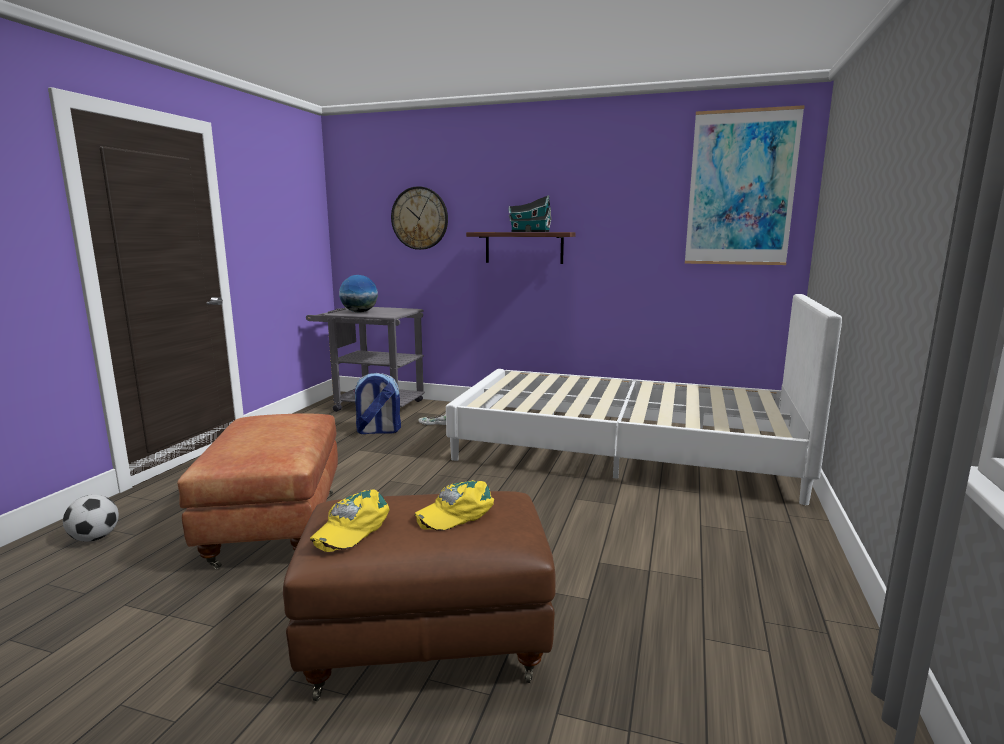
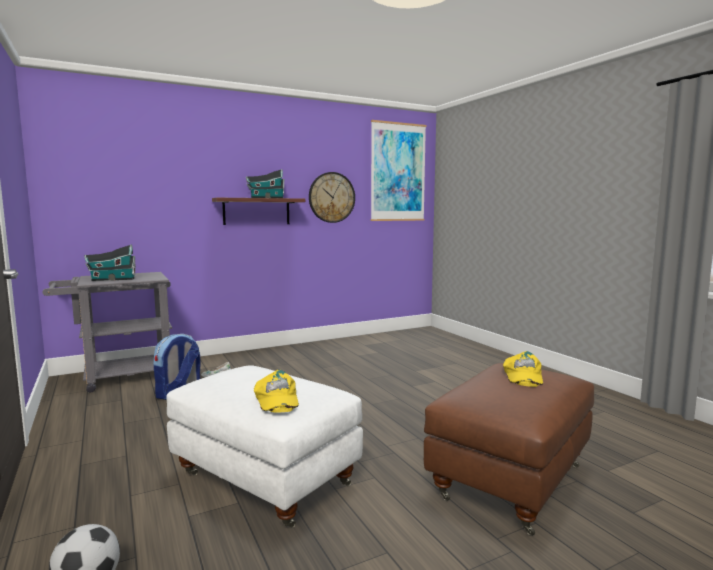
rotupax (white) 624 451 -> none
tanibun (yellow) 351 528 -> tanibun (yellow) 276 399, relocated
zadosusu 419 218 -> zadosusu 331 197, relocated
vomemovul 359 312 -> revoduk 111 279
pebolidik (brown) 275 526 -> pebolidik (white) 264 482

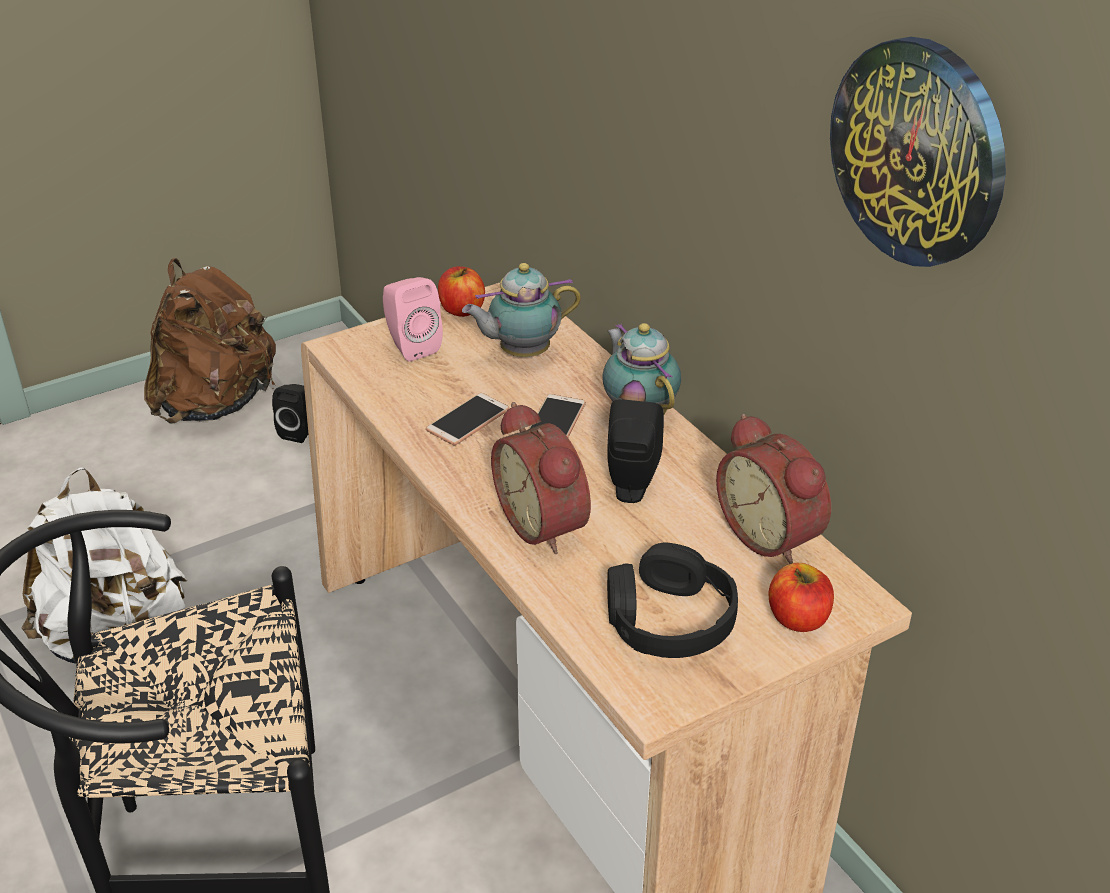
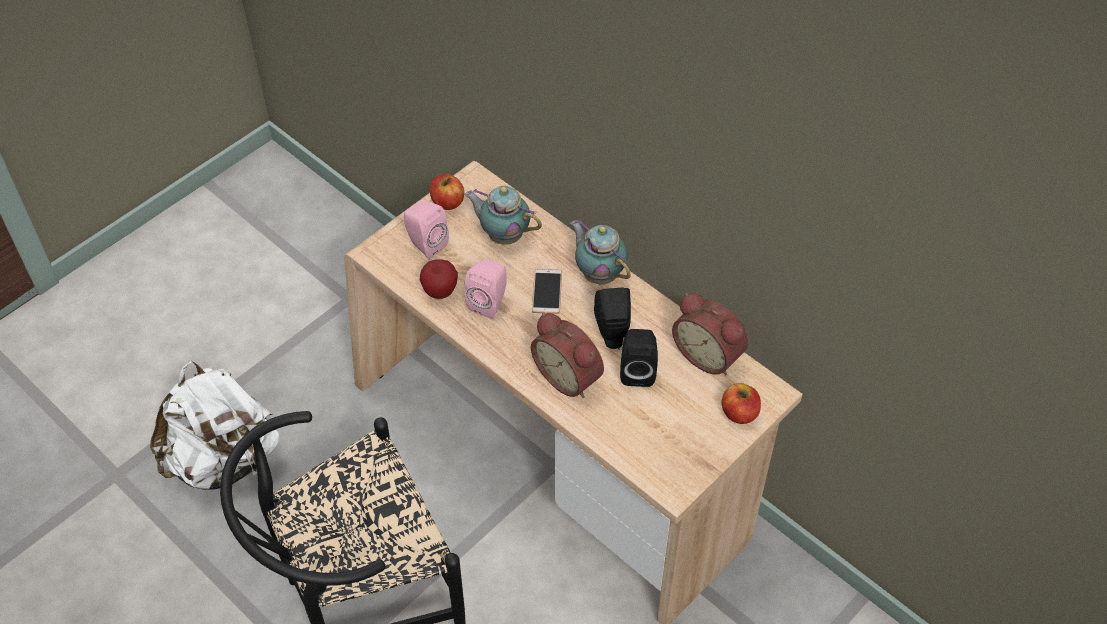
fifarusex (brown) 216 403 -> none
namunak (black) 668 620 -> none
zadosusu 918 152 -> none
none -> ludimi 440 292
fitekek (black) 300 431 -> fitekek (black) 637 371, relocated
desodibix 468 420 -> fitekek (pink) 489 302
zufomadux 521 353 -> zufomadux 503 235, 60 degrees clockwise

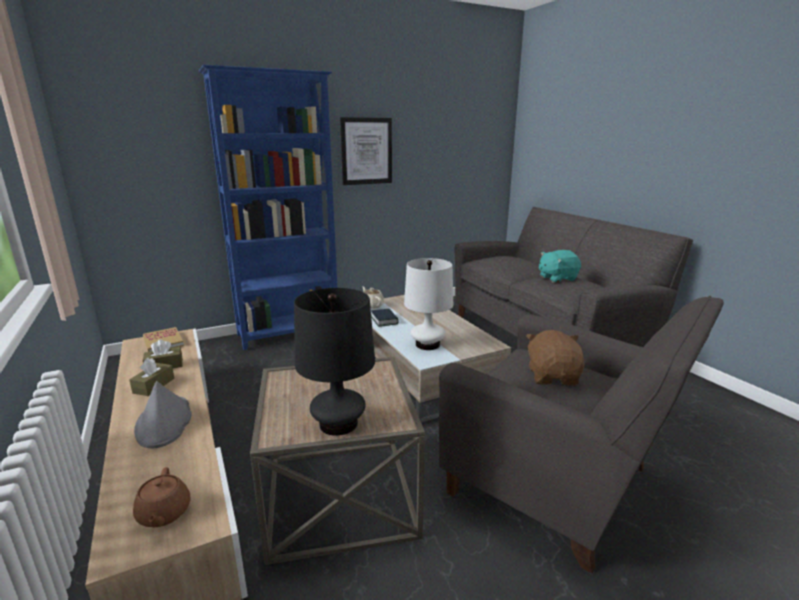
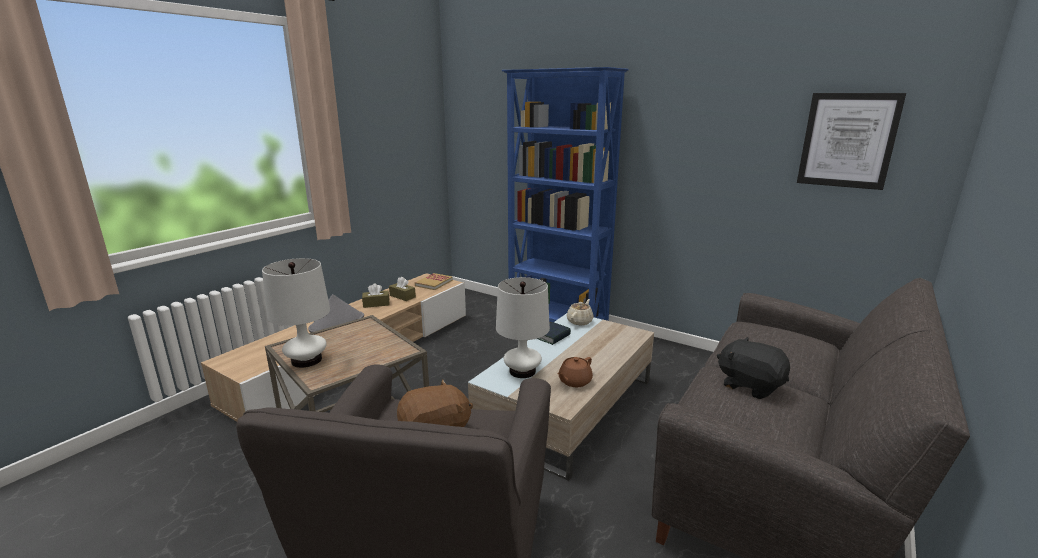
zufomadux (brown) 163 514 -> zufomadux (brown) 574 381, relocated
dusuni 366 151 -> dusuni 847 140, relocated
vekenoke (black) 338 424 -> vekenoke (white) 306 360
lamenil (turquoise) 557 278 -> lamenil (black) 750 385

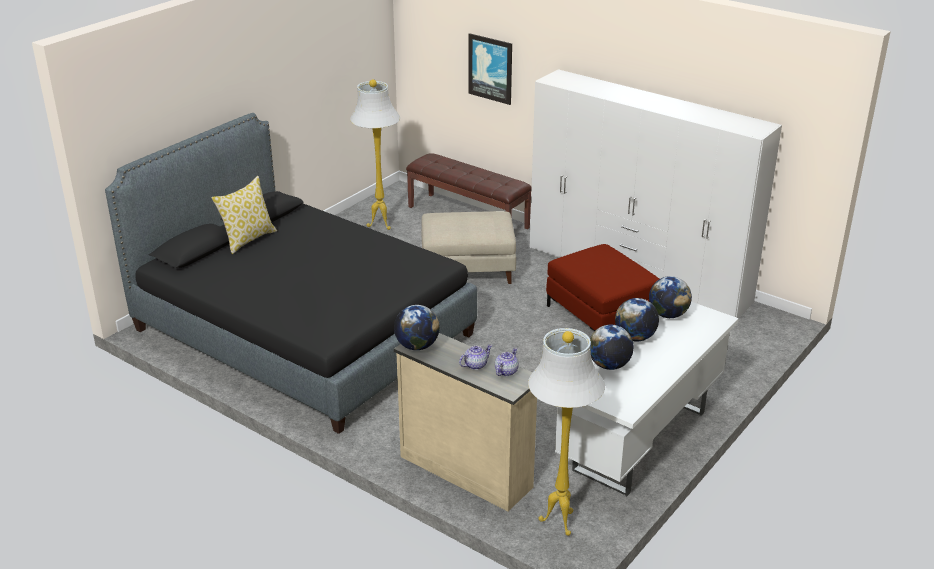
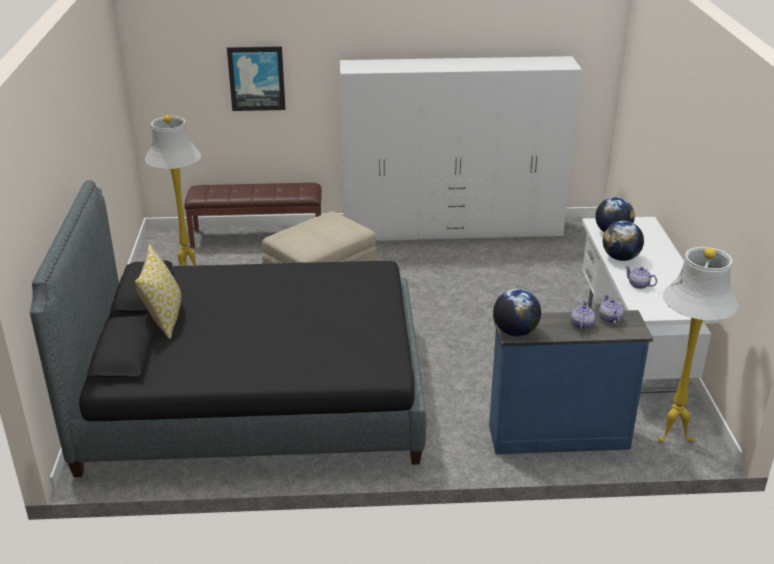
pebolidik (red) 600 315 -> none
vomemovul 609 365 -> zufomadux 639 285
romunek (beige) 466 470 -> romunek (blue) 557 436

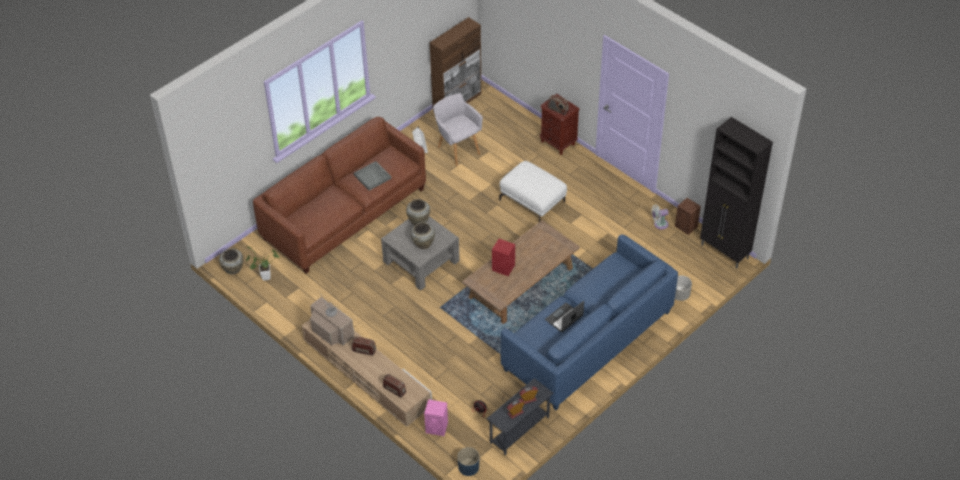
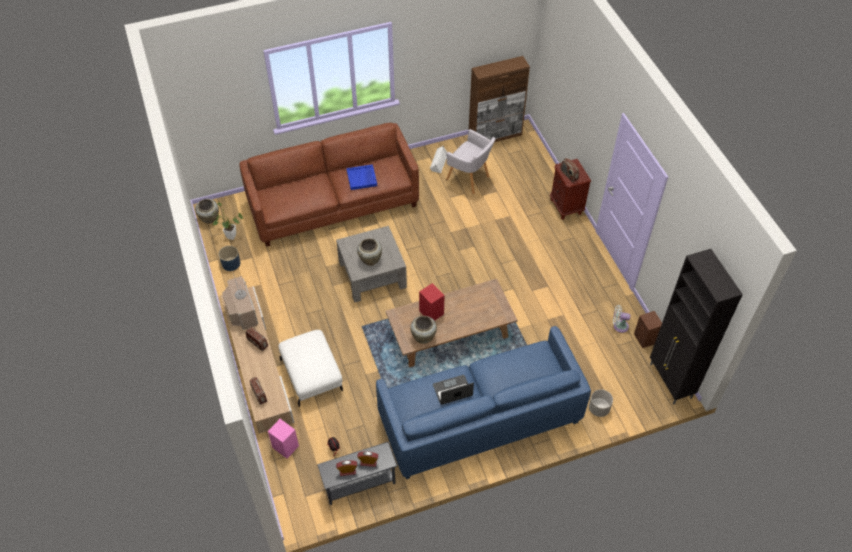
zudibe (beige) 419 220 -> zudibe (beige) 423 337, relocated
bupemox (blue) 468 467 -> bupemox (blue) 231 263, relocated
pebolidik (white) 533 201 -> pebolidik (white) 312 375, relocated
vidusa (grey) 373 177 -> vidusa (blue) 362 178
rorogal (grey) 457 149 -> rorogal (grey) 469 179, 135 degrees clockwise

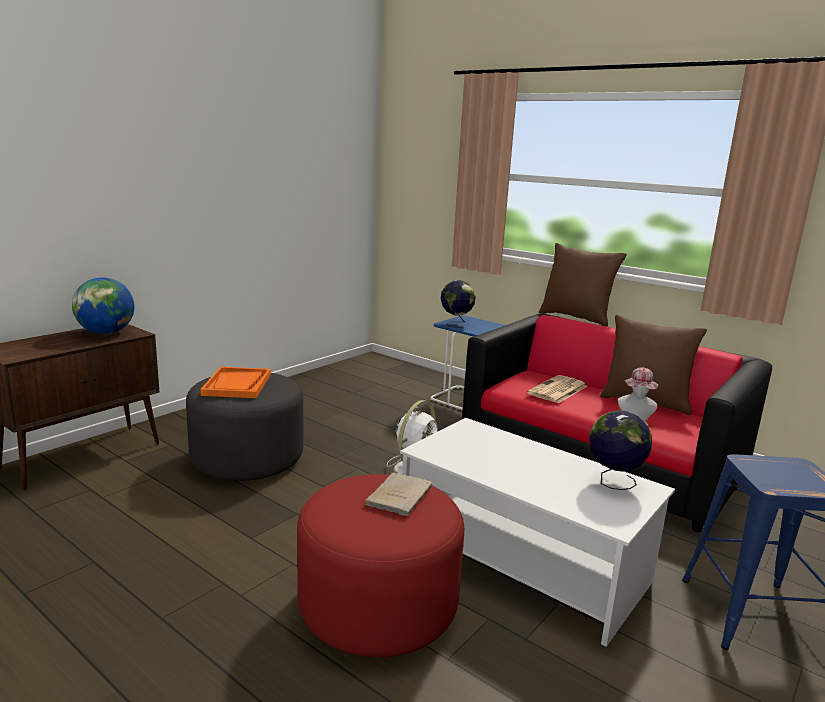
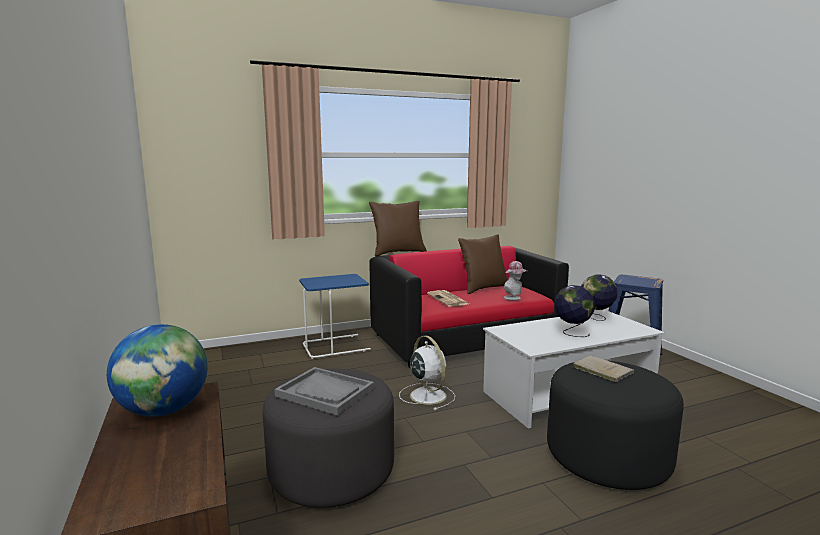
vomemovul 456 324 -> vomemovul 572 332, relocated
vidusa (orange) 237 385 -> vidusa (grey) 325 392
pebolidik (red) 378 606 -> pebolidik (black) 608 457

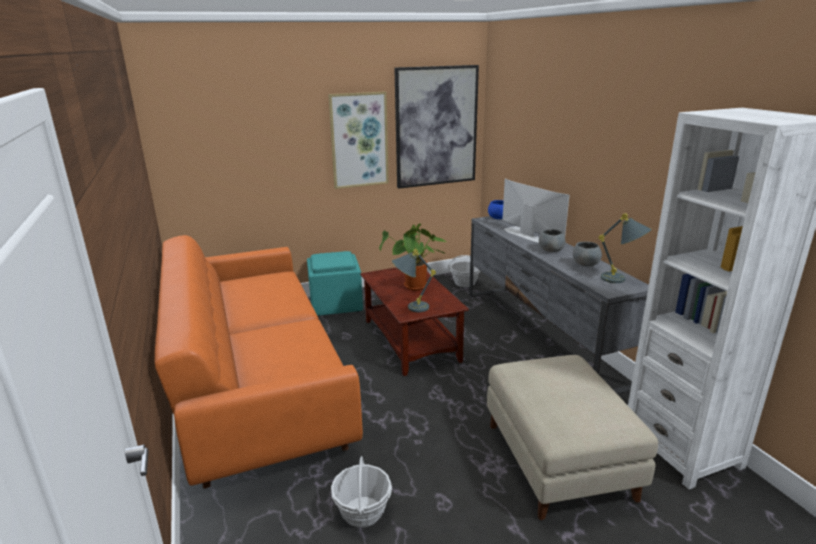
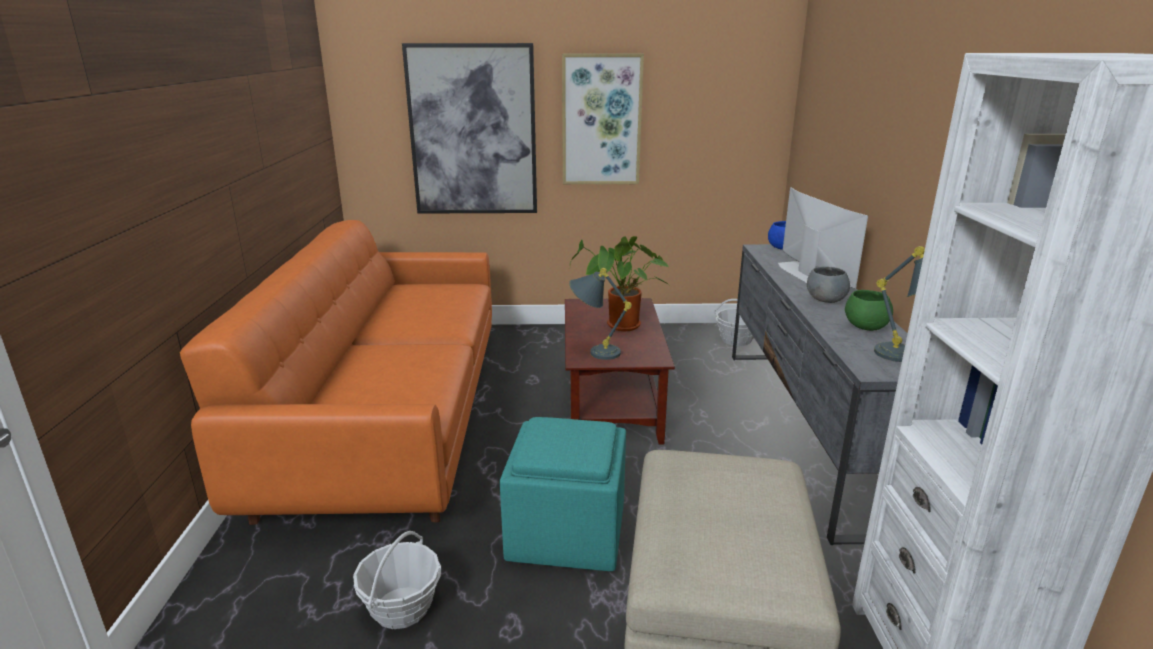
pebolidik (turquoise) 336 304 -> pebolidik (turquoise) 568 532, relocated
dusuni 436 127 -> dusuni 473 131, relocated
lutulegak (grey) 585 264 -> lutulegak (green) 866 327

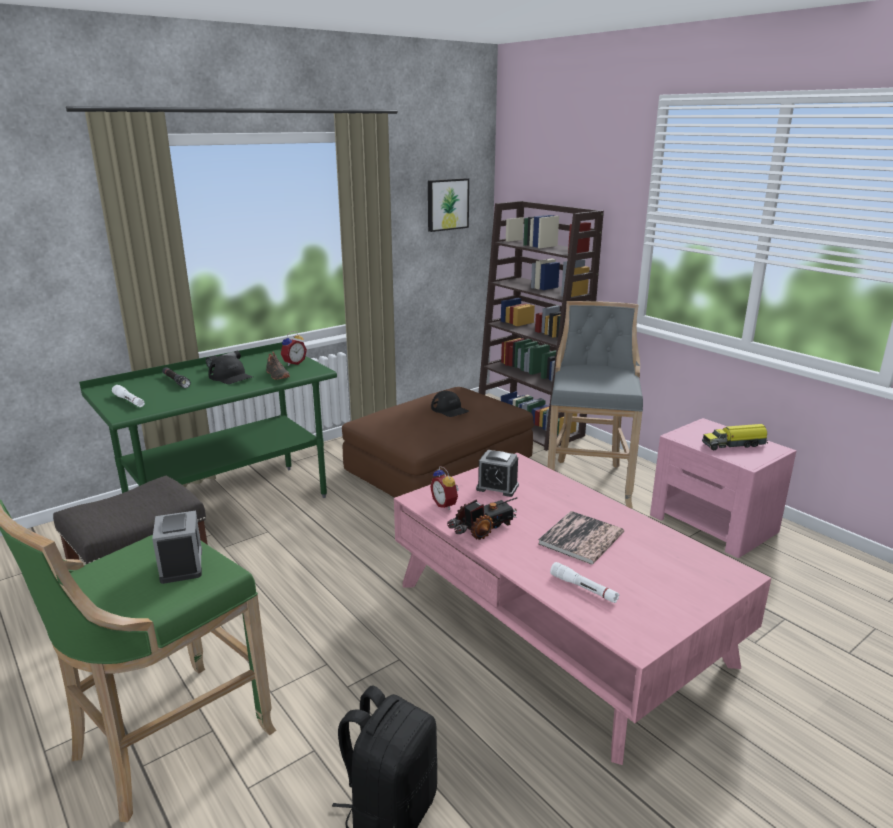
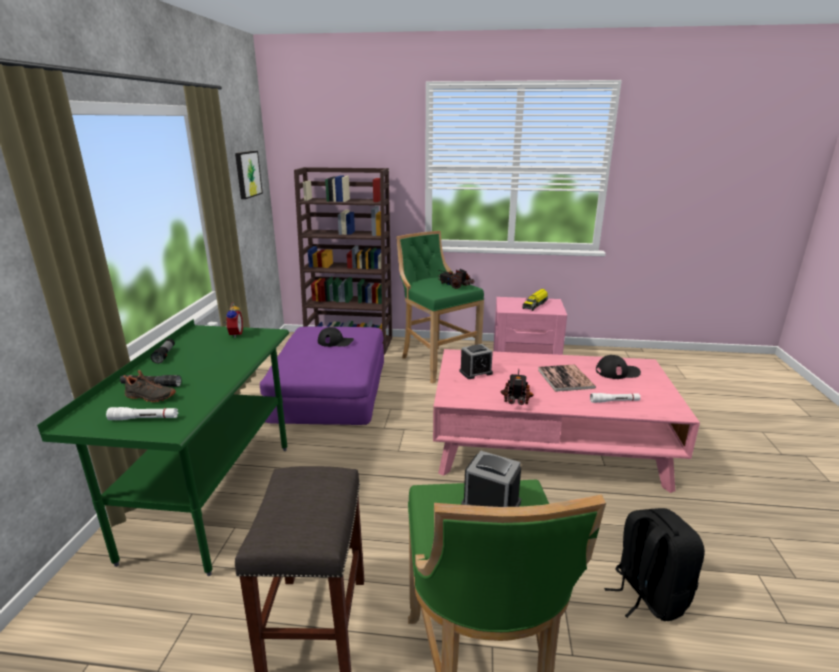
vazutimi 446 504 -> none
none -> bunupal 455 285
tanibun (black) 231 377 -> tanibun (black) 617 372, relocated
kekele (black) 277 375 -> kekele (black) 150 397, relocated
pebolidik (brown) 439 462 -> pebolidik (purple) 329 389
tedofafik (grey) 588 481 -> tedofafik (green) 436 362

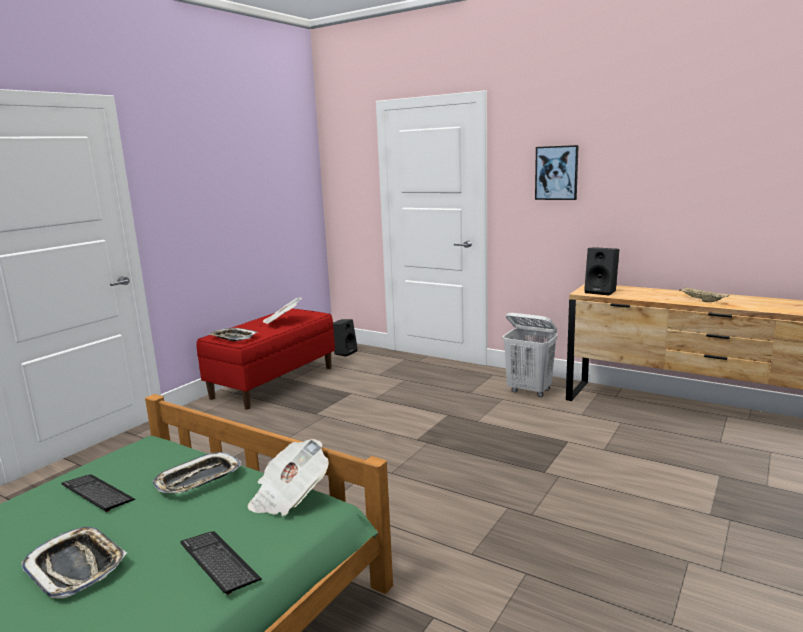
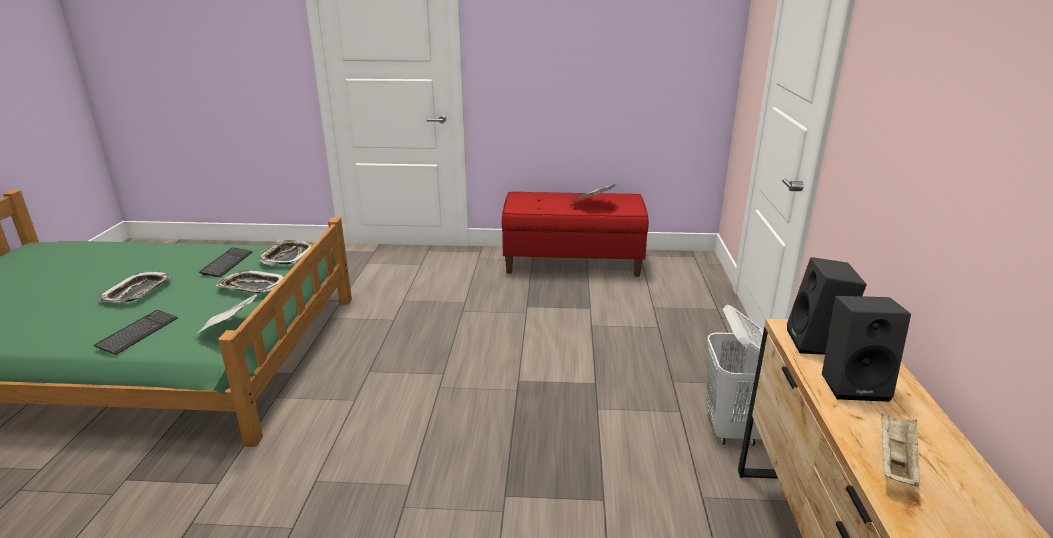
dusuni 556 173 -> none
vidusa 233 338 -> vidusa 287 256, relocated
fitekek (black) 344 352 -> fitekek (black) 854 384, relocated

